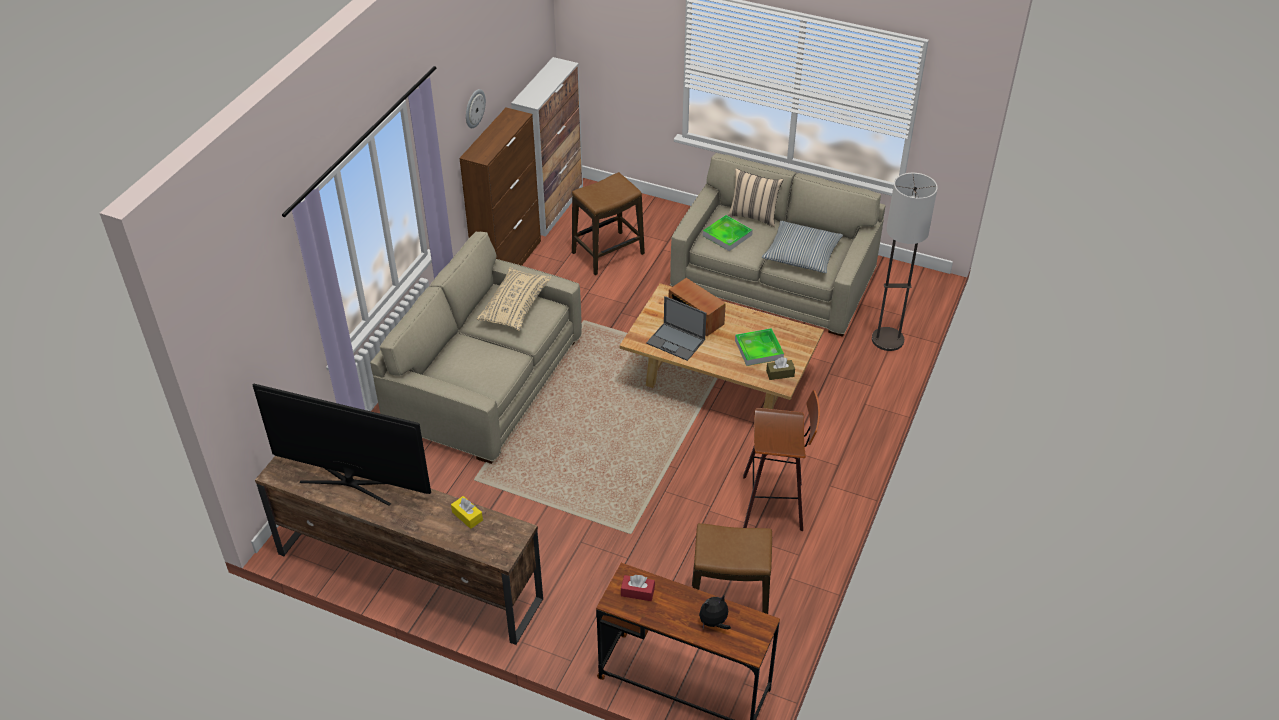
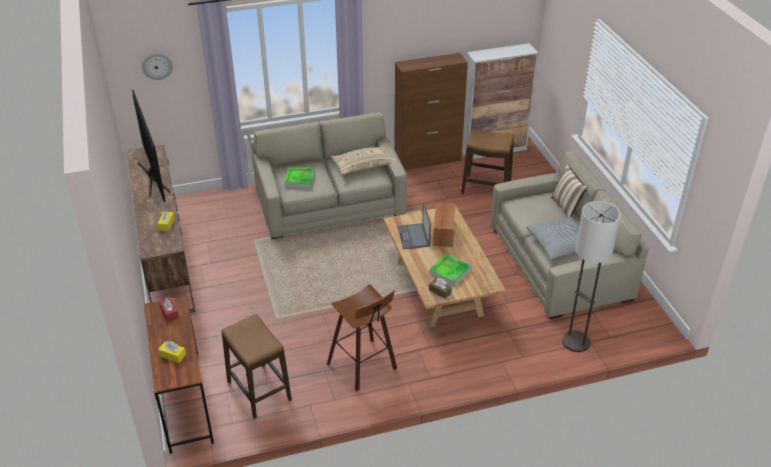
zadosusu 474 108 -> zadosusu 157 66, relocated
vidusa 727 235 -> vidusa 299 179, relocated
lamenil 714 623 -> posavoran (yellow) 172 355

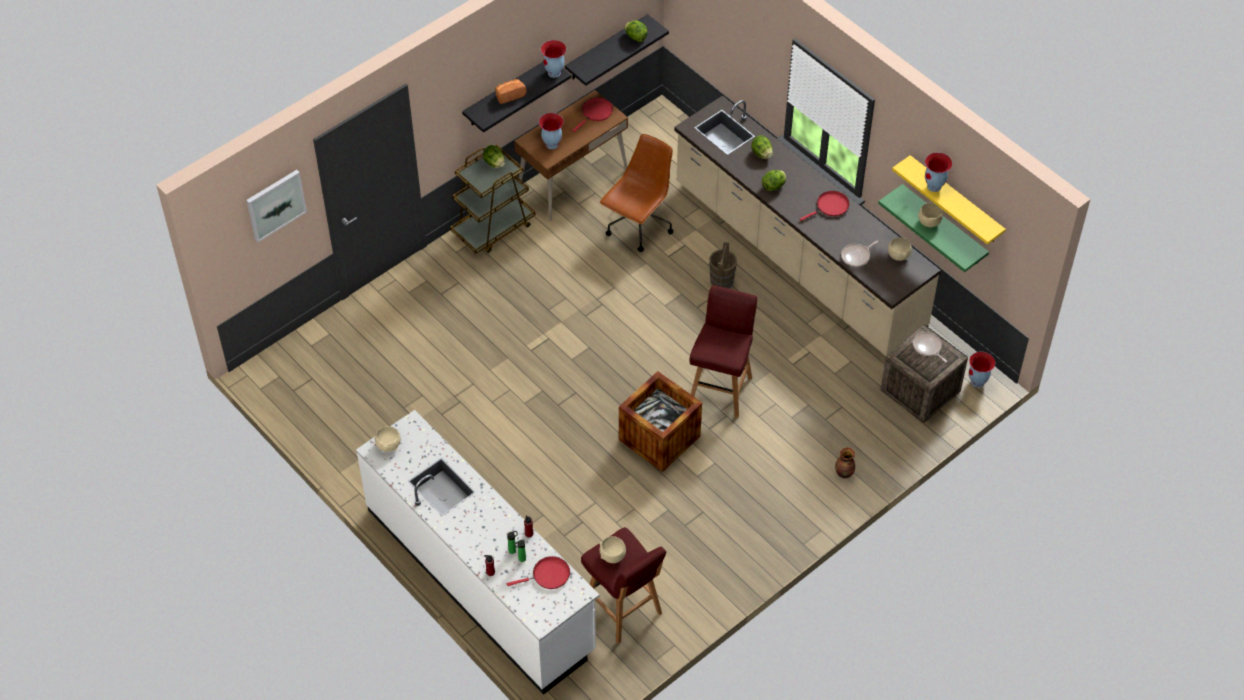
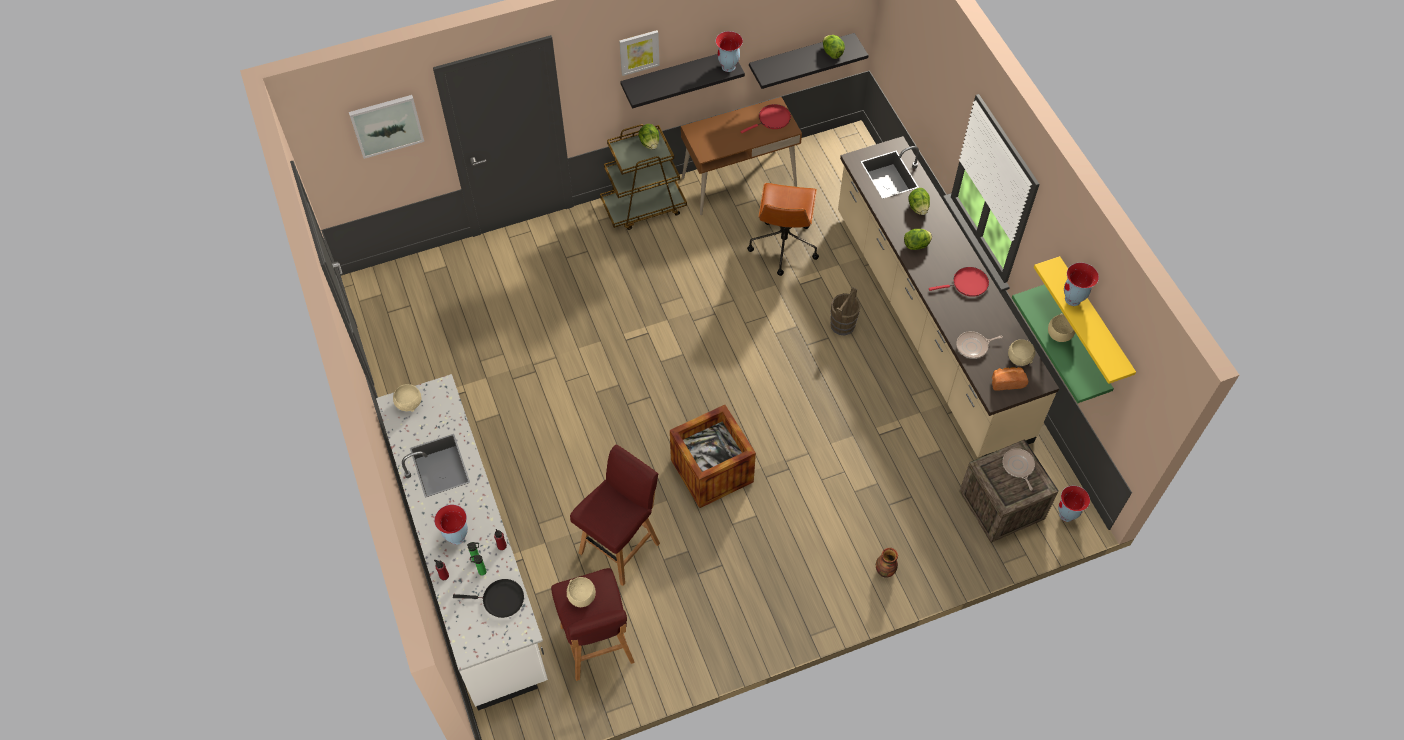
none -> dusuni 639 52
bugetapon 509 95 -> bugetapon 1007 382, relocated
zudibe 551 144 -> zudibe 456 537, relocated
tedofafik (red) 721 389 -> tedofafik (red) 621 546, relocated
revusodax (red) 548 575 -> revusodax (black) 500 600
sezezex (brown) 638 226 -> sezezex (brown) 783 245, 135 degrees clockwise

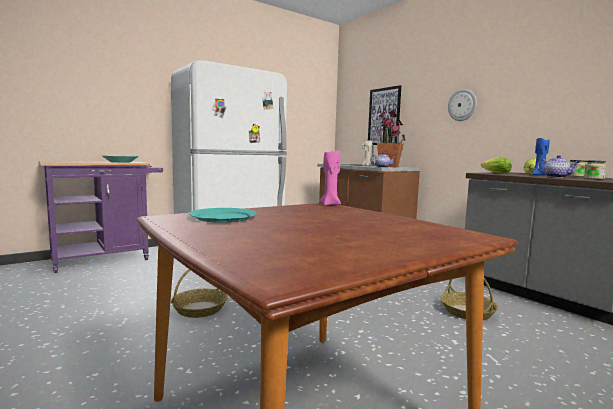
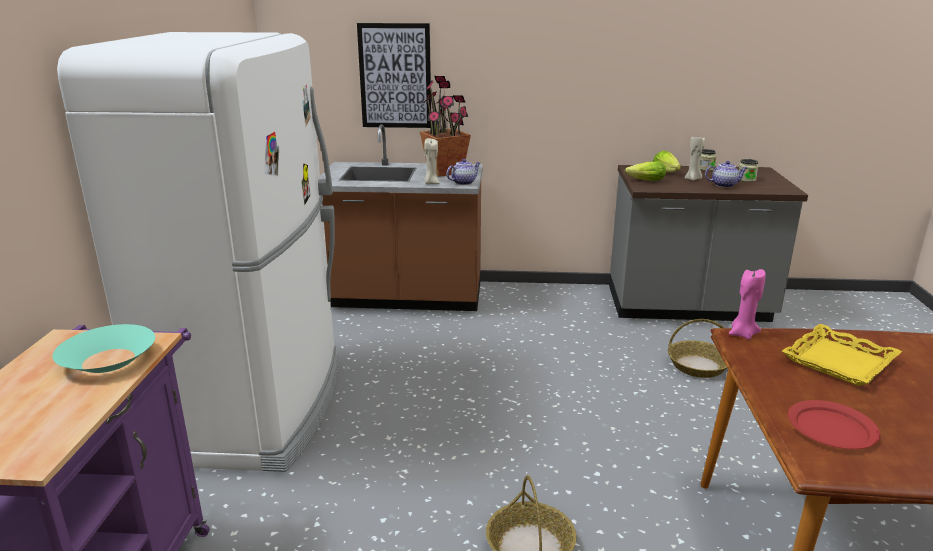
zadosusu 462 105 -> none
none -> vidusa (yellow) 840 362
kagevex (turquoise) 223 217 -> kagevex (red) 832 428
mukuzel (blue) 539 175 -> mukuzel (beige) 693 179

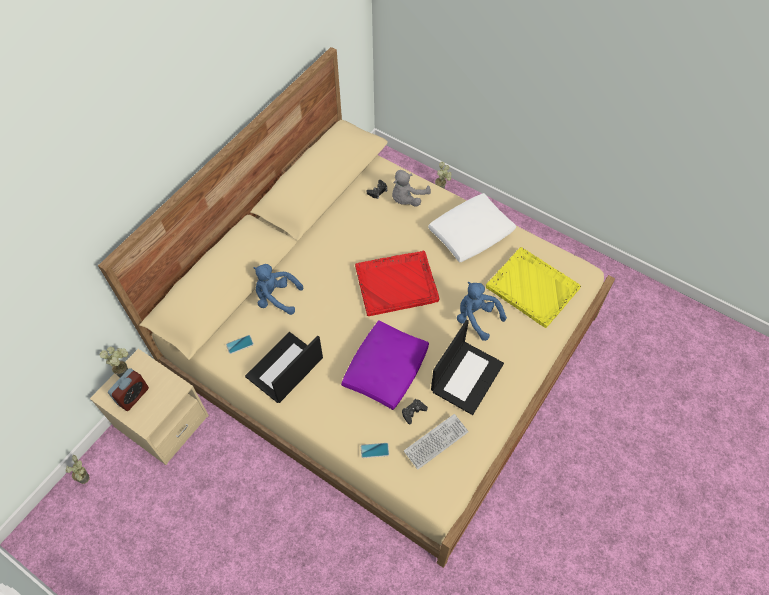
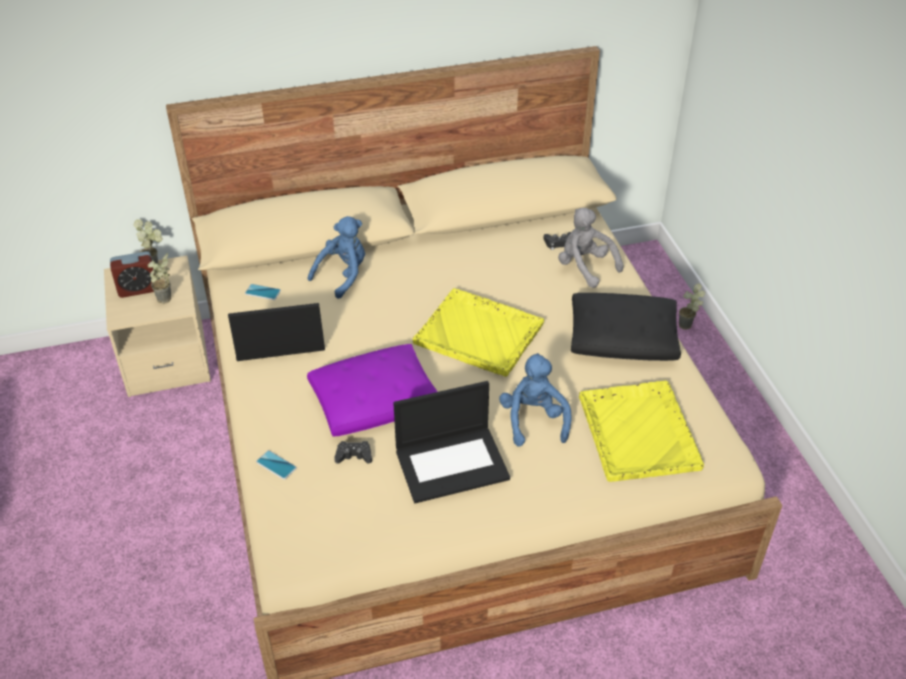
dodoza 436 441 -> none
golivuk 87 479 -> golivuk 166 302, relocated
vidusa (red) 397 284 -> vidusa (yellow) 480 334
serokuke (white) 471 234 -> serokuke (black) 623 339
lamenil (blue) 276 298 -> lamenil (blue) 343 275, 75 degrees clockwise
lamenil (grey) 407 199 -> lamenil (grey) 585 267, 60 degrees clockwise

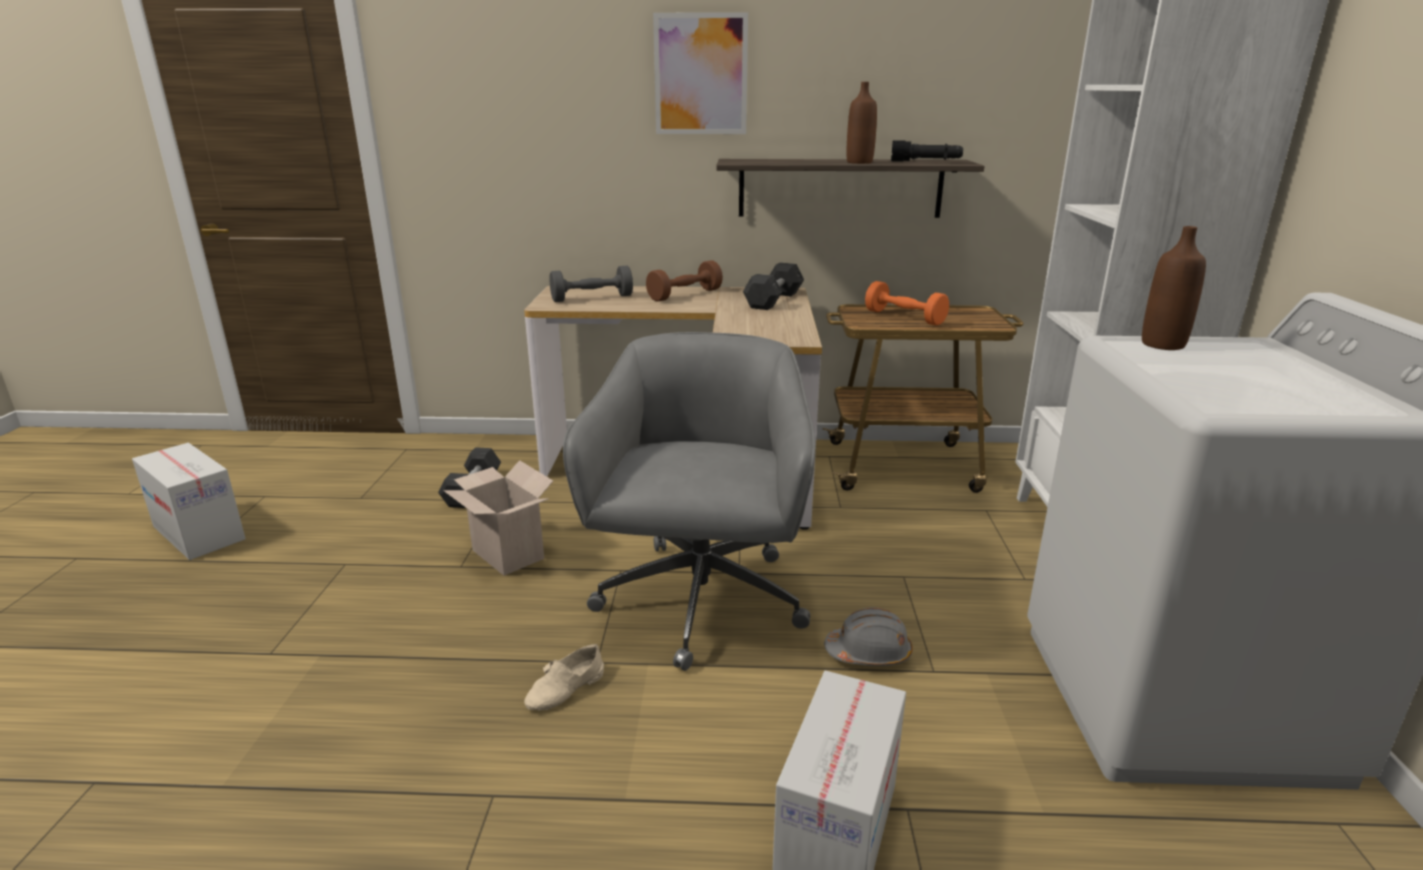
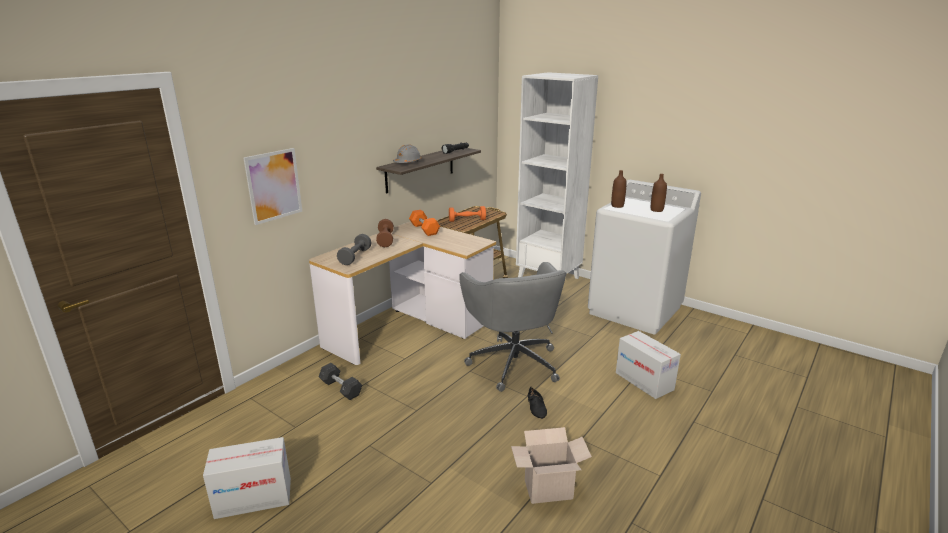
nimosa 505 554 -> nimosa 547 491, relocated
dusuni 700 75 -> dusuni 274 185, relocated
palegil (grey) 869 653 -> palegil (grey) 407 162, relocated
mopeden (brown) 859 162 -> mopeden (brown) 656 210, relocated
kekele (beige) 566 689 -> kekele (black) 537 407
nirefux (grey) 773 300 -> nirefux (orange) 424 229
sezezex (grey) 700 604 -> sezezex (grey) 513 362, 150 degrees counterclockwise

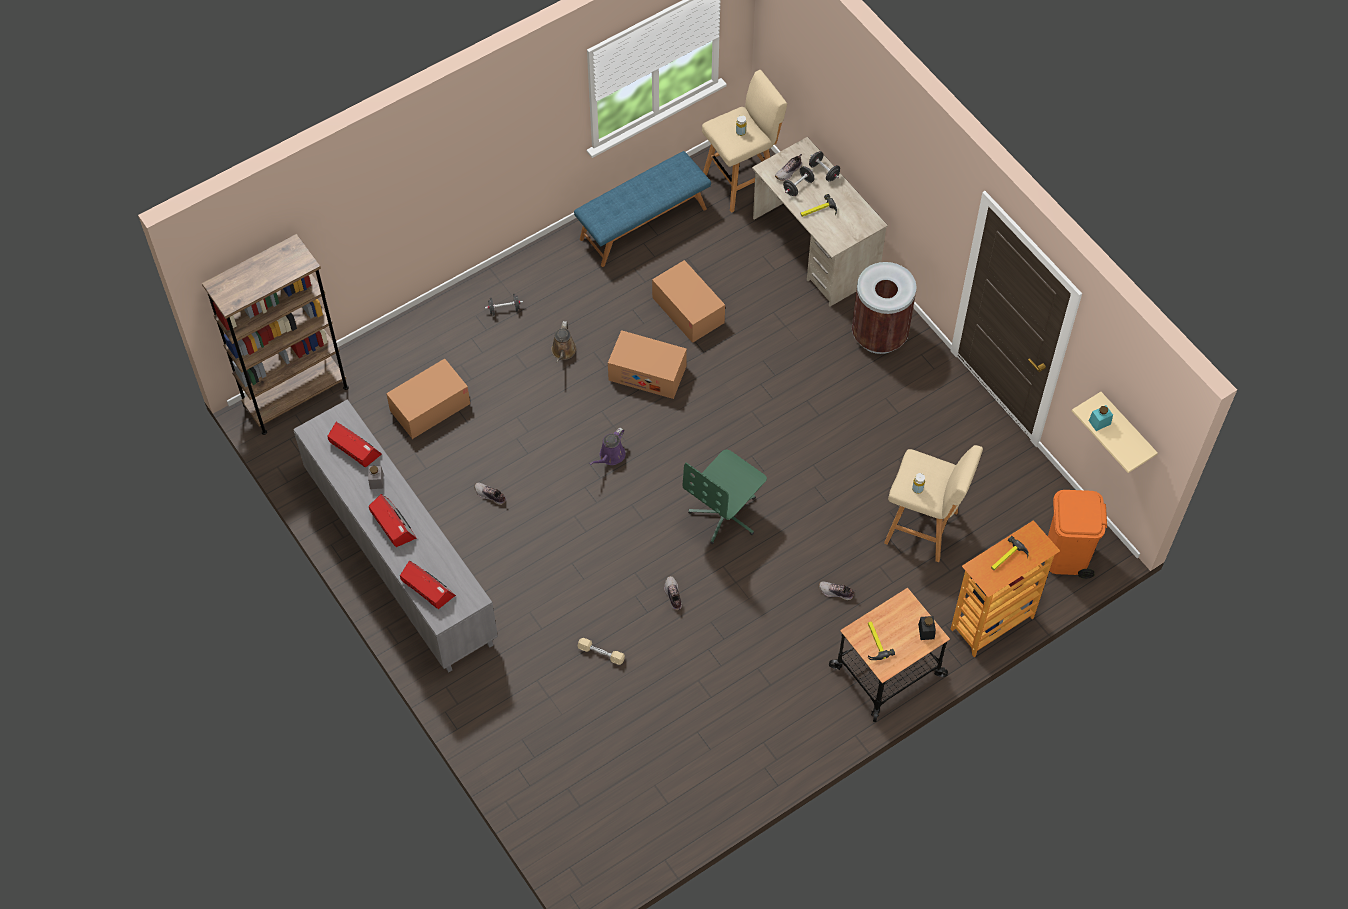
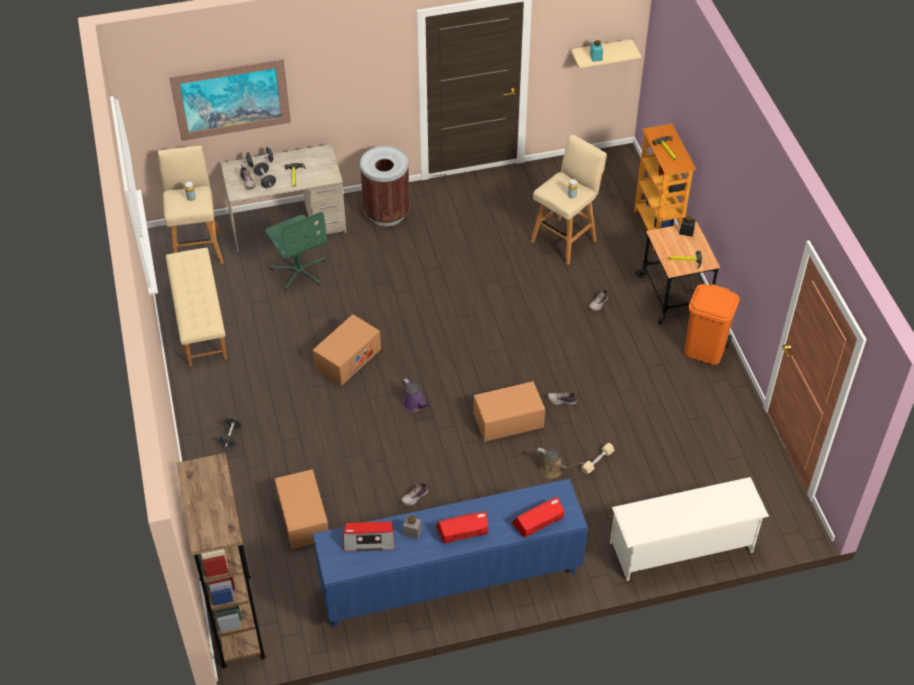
none -> dusuni 231 99
none -> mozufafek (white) 682 547
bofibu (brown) 563 352 -> bofibu (brown) 554 469, relocated
nimosa 688 310 -> nimosa 508 420, relocated
sezezex (green) 725 514 -> sezezex (green) 299 271, relocated
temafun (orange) 1066 556 -> temafun (orange) 705 350, relocated
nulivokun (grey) 401 560 -> nulivokun (blue) 450 580
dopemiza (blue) 643 223 -> dopemiza (beige) 199 320
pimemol 354 448 -> pimemol 369 540, 150 degrees counterclockwise

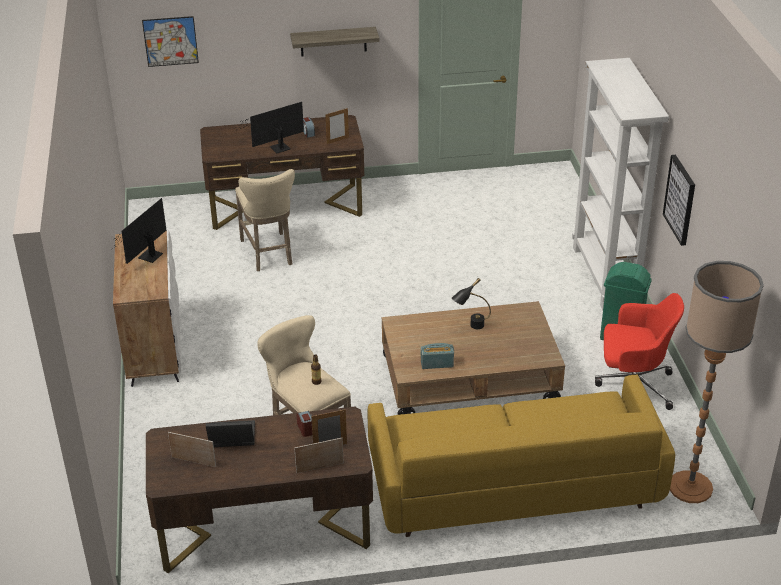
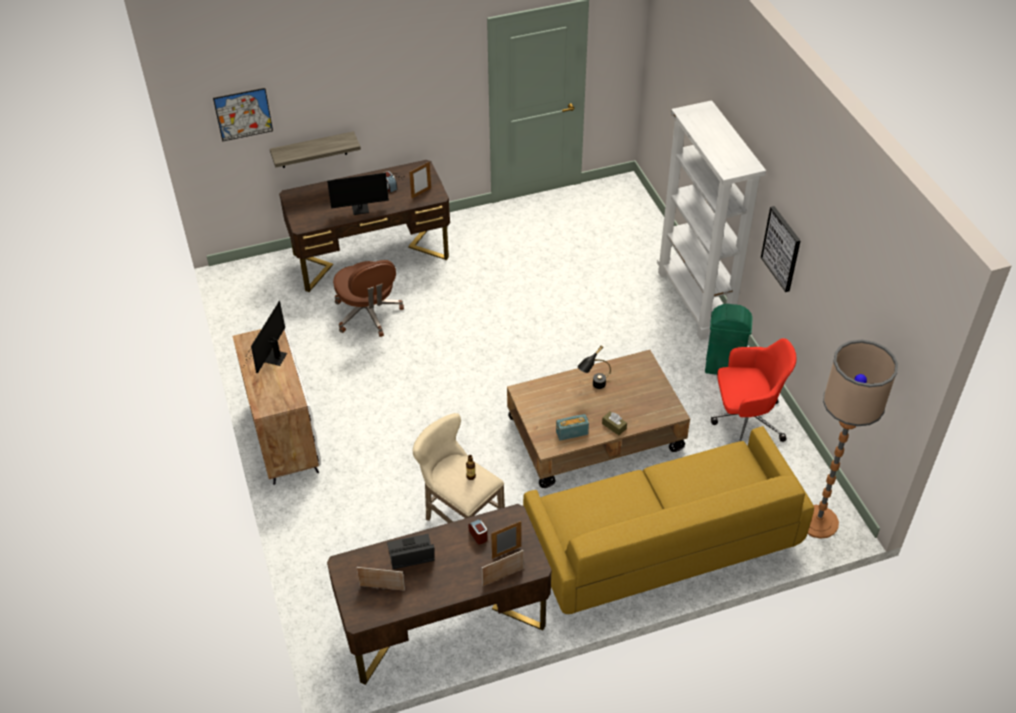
none -> posavoran (brown) 614 426
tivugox 333 41 -> tivugox 313 150, relocated
tedofafik (beige) 268 254 -> sezezex (brown) 368 314
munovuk 277 148 -> munovuk 363 209, 150 degrees counterclockwise

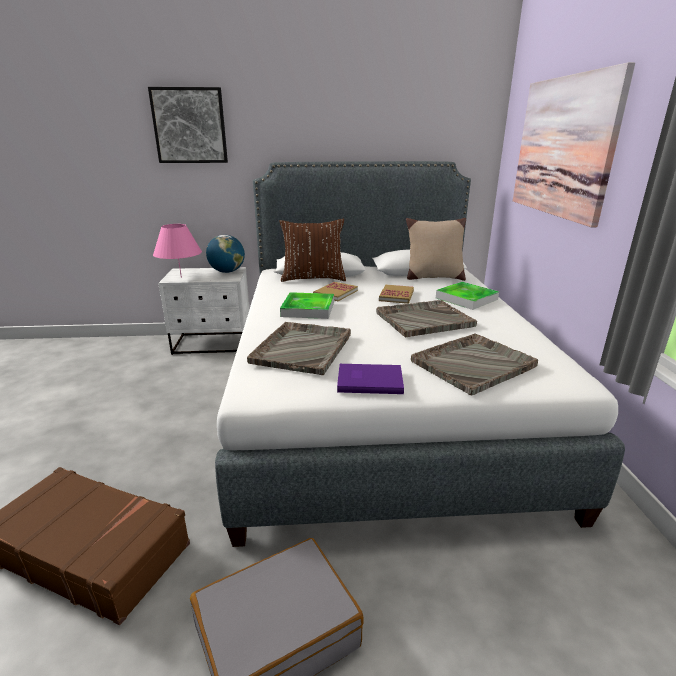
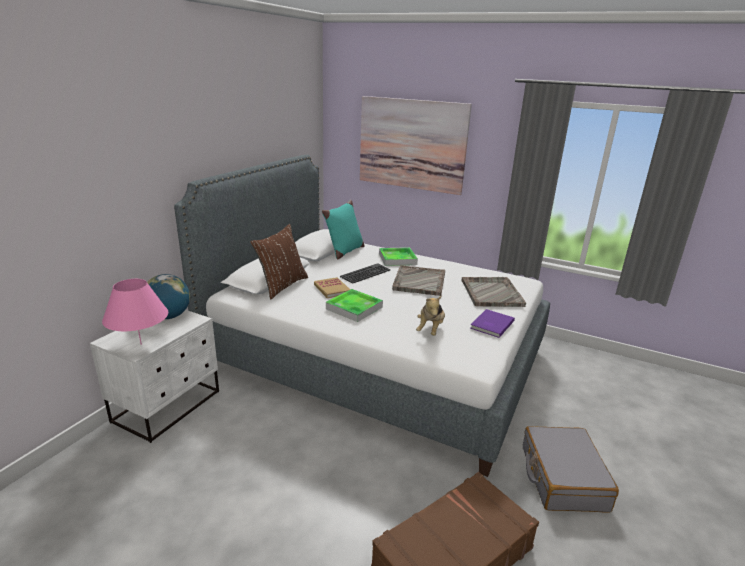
dusuni 189 126 -> none
vidusa (grey) 303 348 -> lamenil 430 329
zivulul 396 296 -> dodoza 366 274
serokuke (beige) 433 277 -> serokuke (turquoise) 344 251

